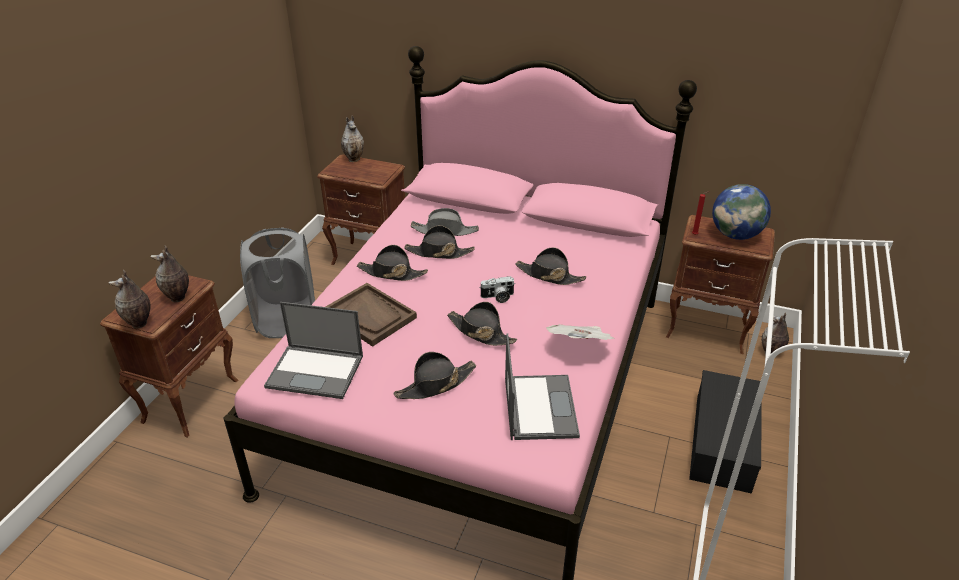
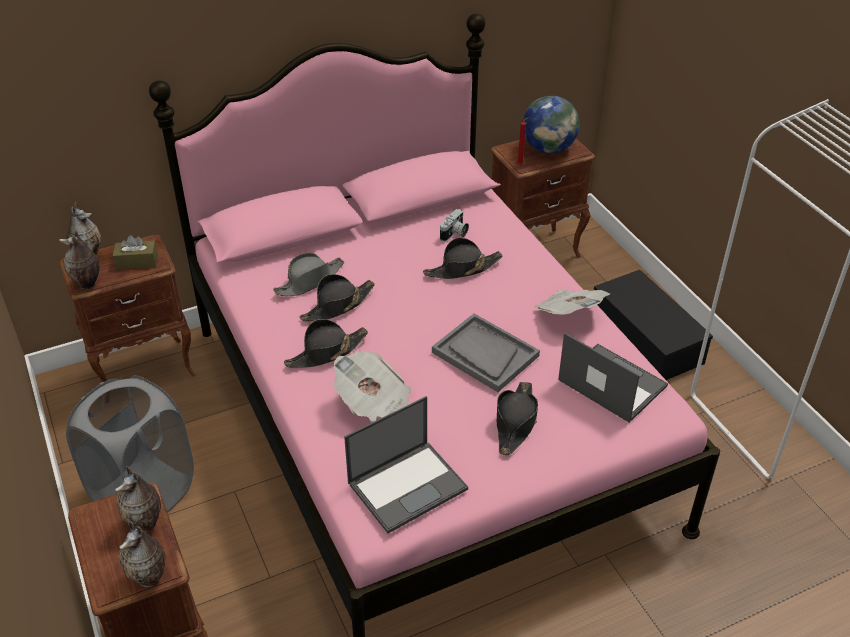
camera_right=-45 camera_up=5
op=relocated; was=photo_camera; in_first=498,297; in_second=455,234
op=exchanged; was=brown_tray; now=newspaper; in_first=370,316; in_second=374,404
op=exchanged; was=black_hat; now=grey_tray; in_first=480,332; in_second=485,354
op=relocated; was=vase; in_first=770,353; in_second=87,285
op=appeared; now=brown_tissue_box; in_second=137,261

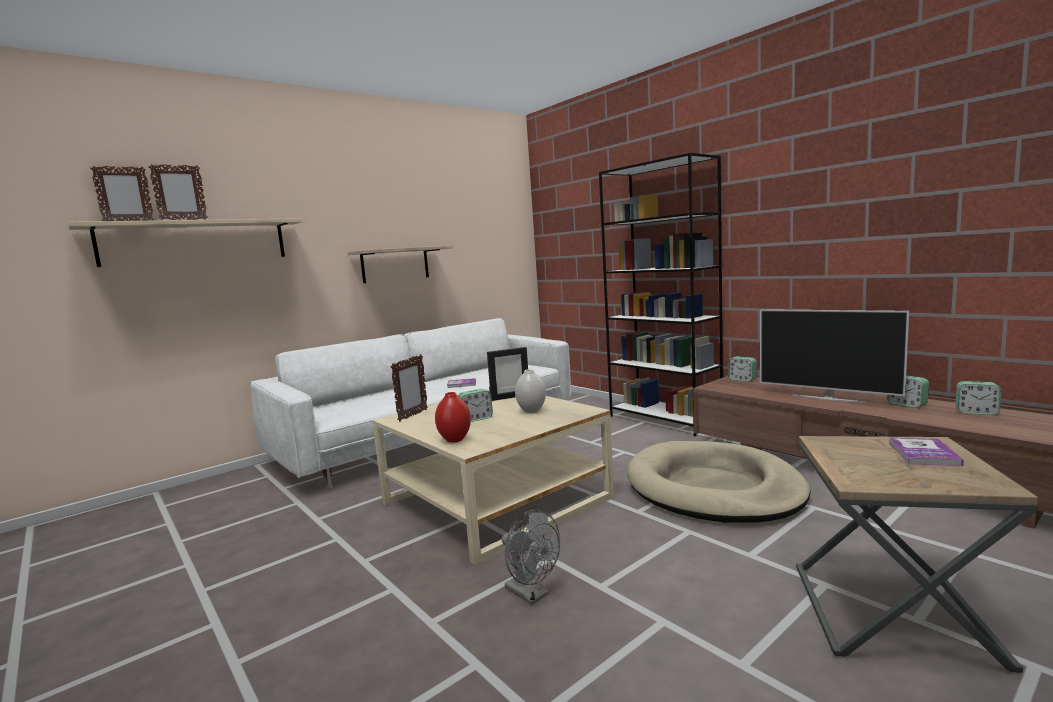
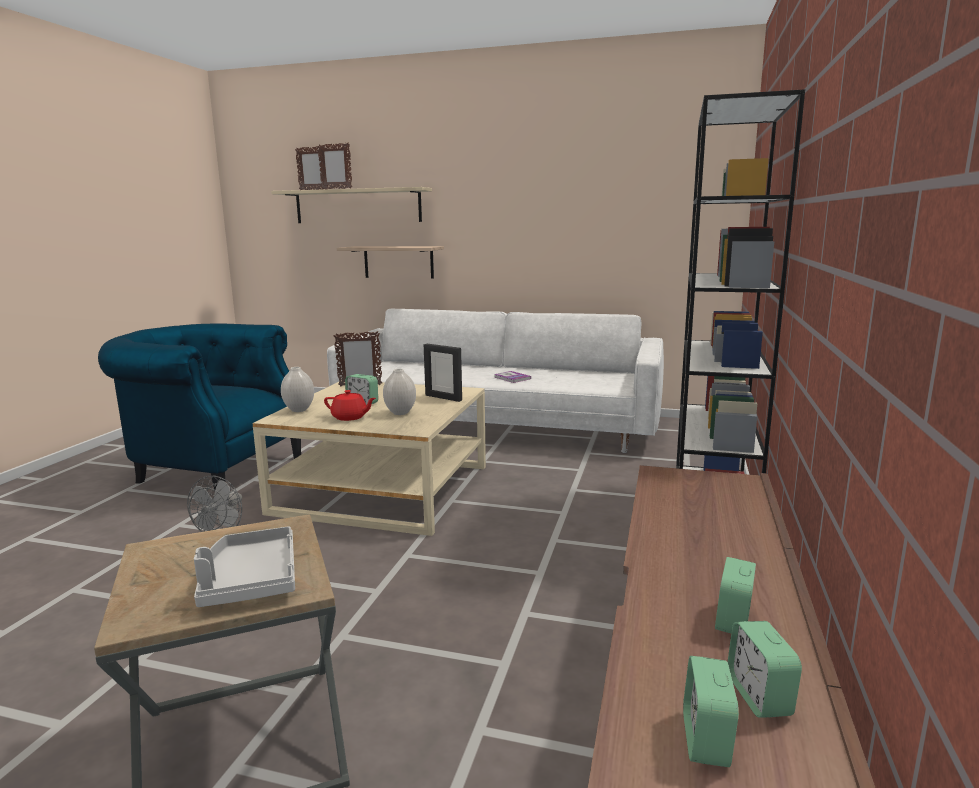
camera_right=55 camera_up=5
op=relocated; was=shelf; in_first=395,264; in_second=398,262
op=missing; was=television; in_first=828,398
op=relocated; was=alarm_clock; in_first=742,379; in_second=706,740
op=colour; was=red_vase; now=white_vase; in_first=454,440; in_second=299,410
op=exchanged; was=book; now=grey_tray; in_first=923,453; in_second=250,580
op=missing; was=beige_dog_bed; in_first=713,488
op=appeared; now=blue_armchair; in_second=211,472
op=appeared; now=red_teapot; in_second=350,417

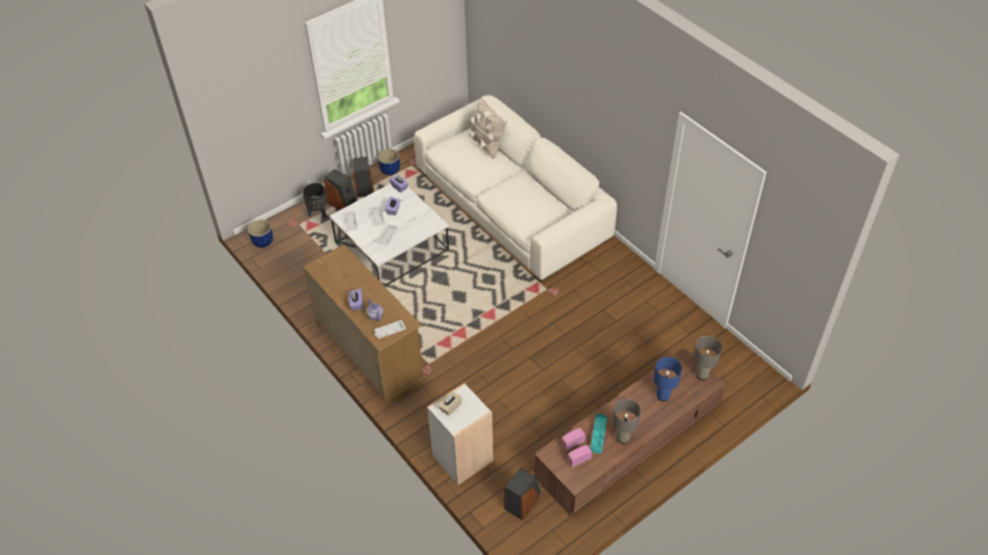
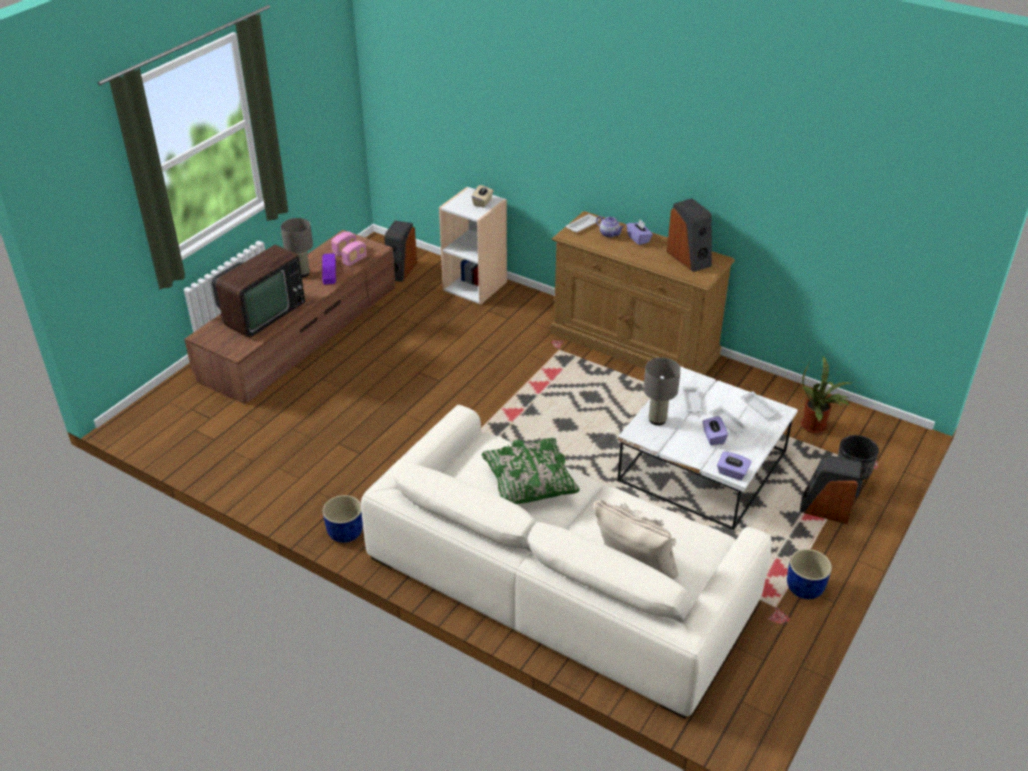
camera_right=160 camera_up=-10
op=relocated; was=speaker; in_first=364,187; in_second=689,258
op=relocated; was=blue_planter; in_first=263,241; in_second=344,532
op=relocated; was=grey_table_lamp; in_first=702,375; in_second=657,419
op=exchanged; was=blue_table_lamp; now=television; in_first=663,396; in_second=261,313
op=colour; was=turquoise_tray; now=purple_tray; in_first=598,434; in_second=329,271
op=appeared; now=potted_plant; in_second=816,426
op=appeared; now=green_pillow; in_second=529,484

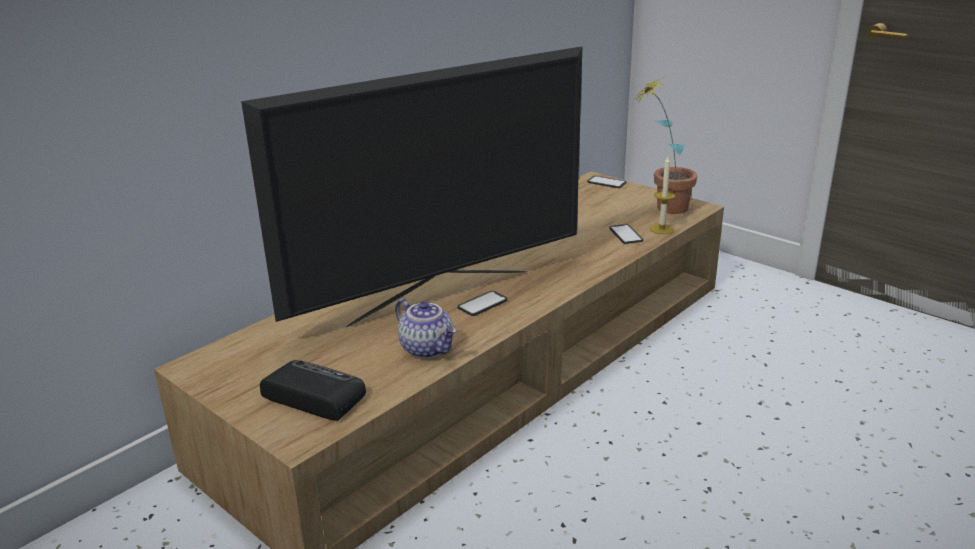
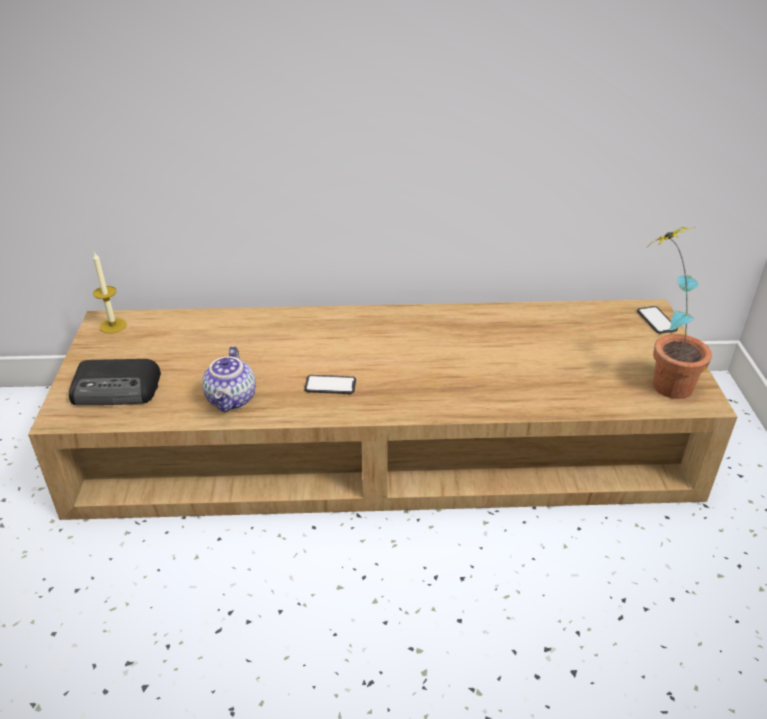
camera_right=45 camera_up=10
op=missing; was=television; in_first=440,296
op=relocated; was=candle; in_first=661,229; in_second=113,326
op=missing; was=phone; in_first=626,235
op=spun; was=radio; in_first=313,395; in_second=117,389; clockwise=105

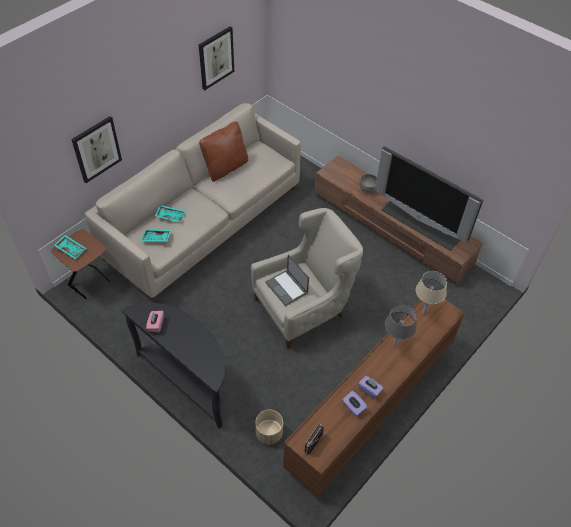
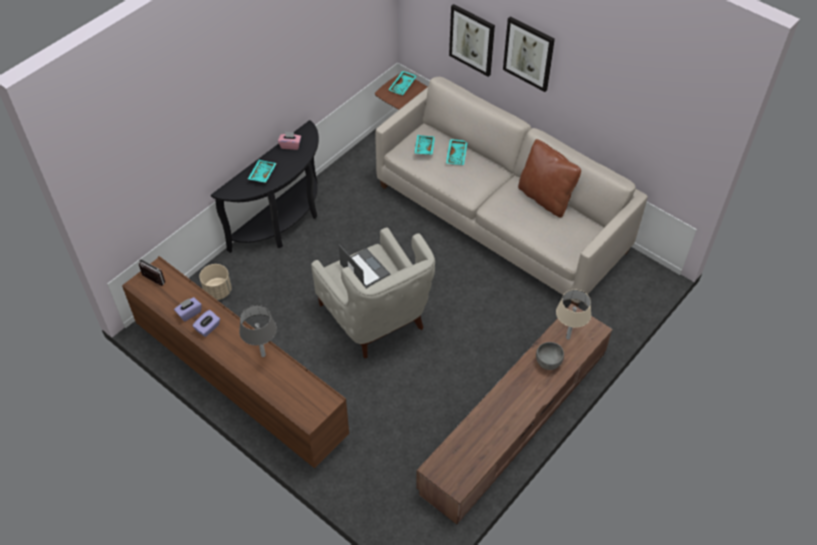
camera_right=90 camera_up=0
op=relocated; was=picture; in_first=216,58; in_second=529,53
op=missing; was=television; in_first=422,222
op=spun; was=laptop; in_first=287,288; in_second=364,269; clockwise=90
op=relocated; was=beige_table_lamp; in_first=424,312; in_second=568,337
op=appeared; now=turquoise_tray; in_second=262,174

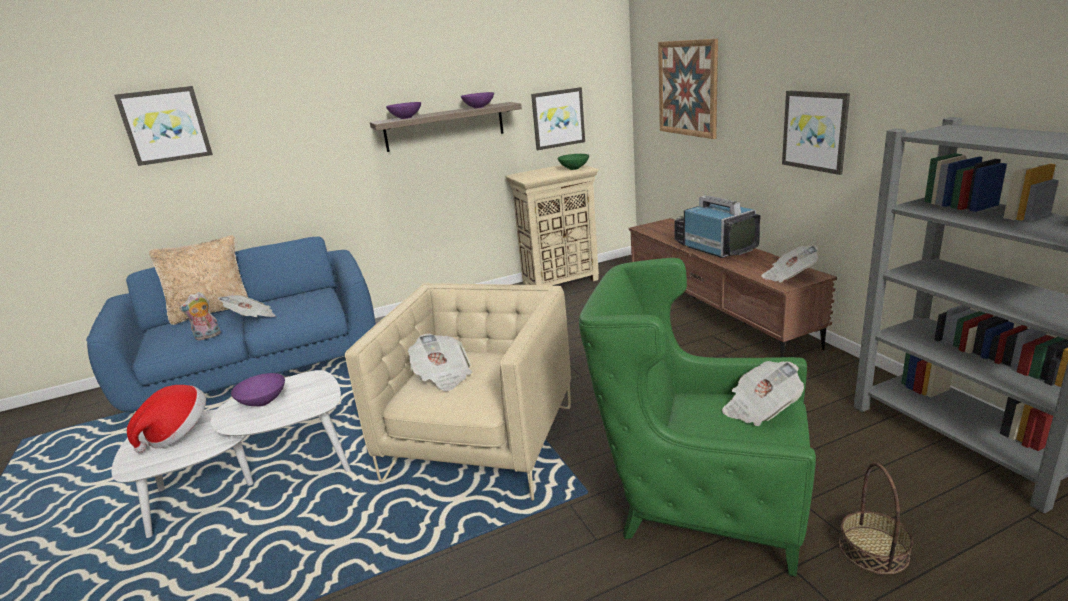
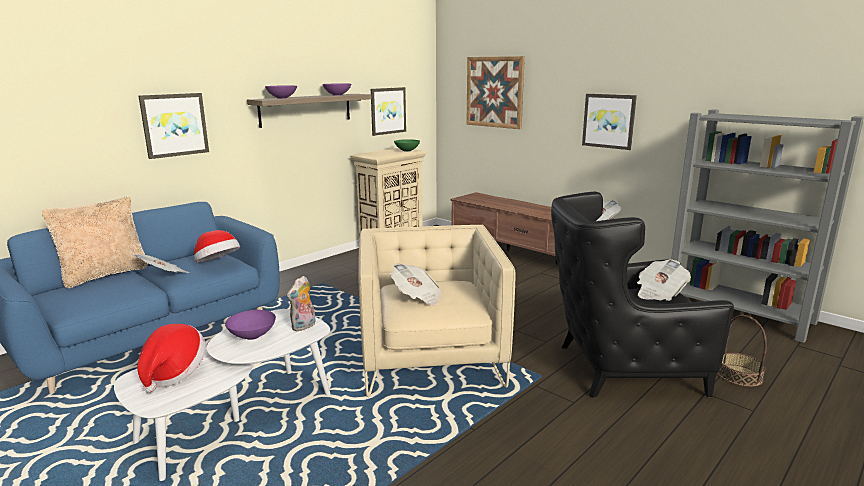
camera_right=-25 camera_up=-5
op=relocated; was=picture; in_first=165,125; in_second=174,125
op=missing; was=television; in_first=714,248
op=colour; was=green_armchair; now=black_armchair; in_first=700,502; in_second=621,368
op=relocated; was=plush_toy; in_first=207,337; in_second=304,327
op=appeared; now=hat; in_second=217,264

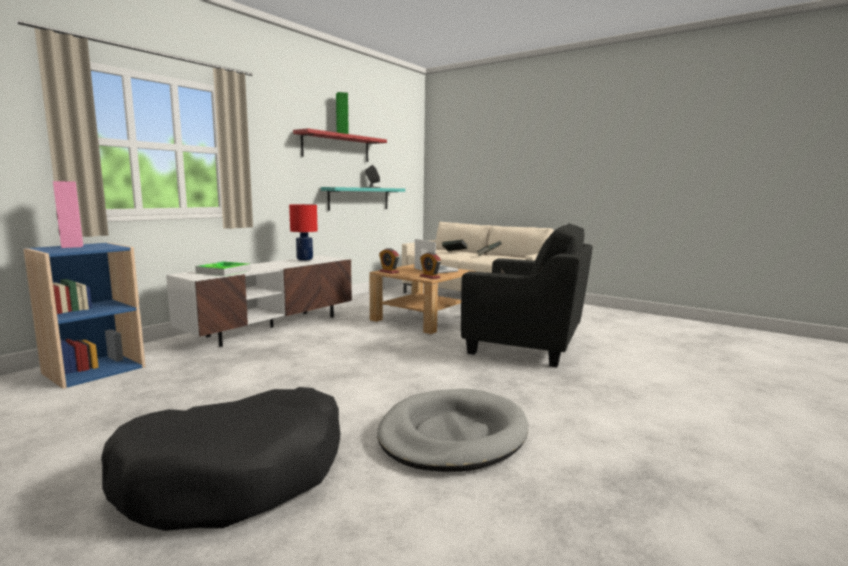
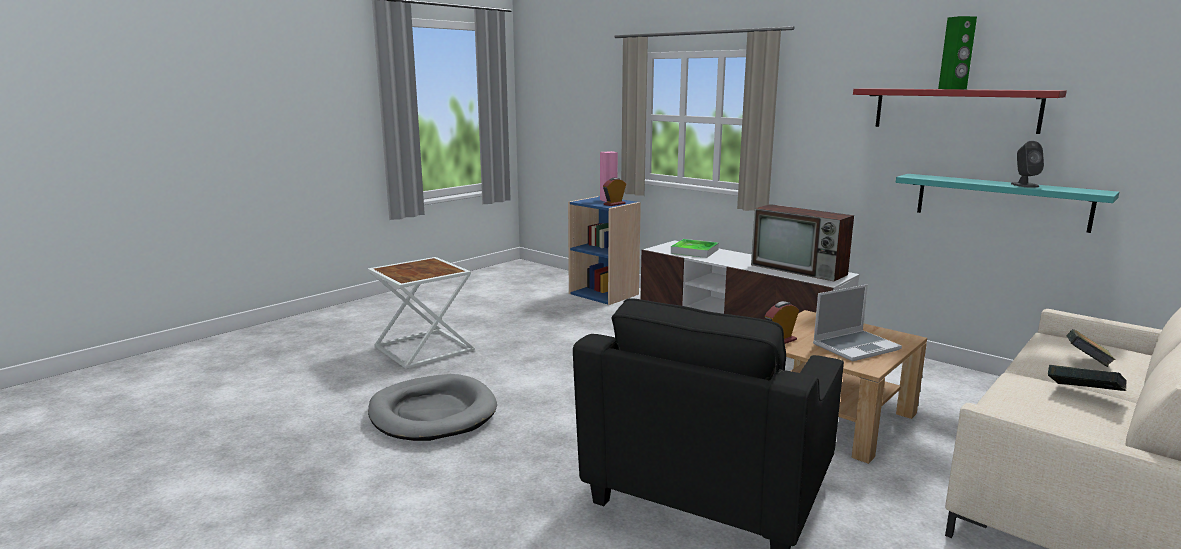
camera_right=95 camera_up=5
op=exchanged; was=red_table_lamp; now=television; in_first=305,260; in_second=800,270
op=relocated; was=alarm_clock; in_first=389,272; in_second=614,204
op=exchanged; was=black_dog_bed; now=white_side_table; in_first=236,475; in_second=422,349

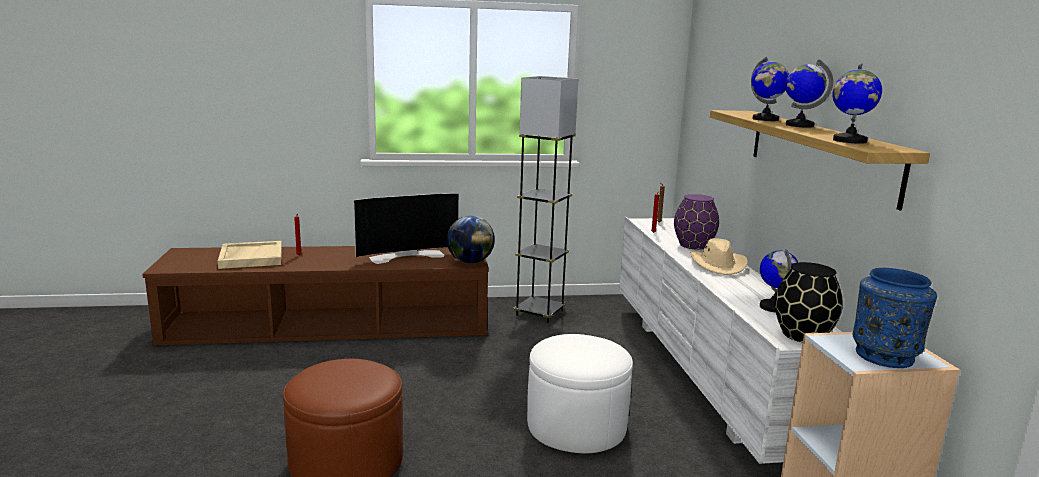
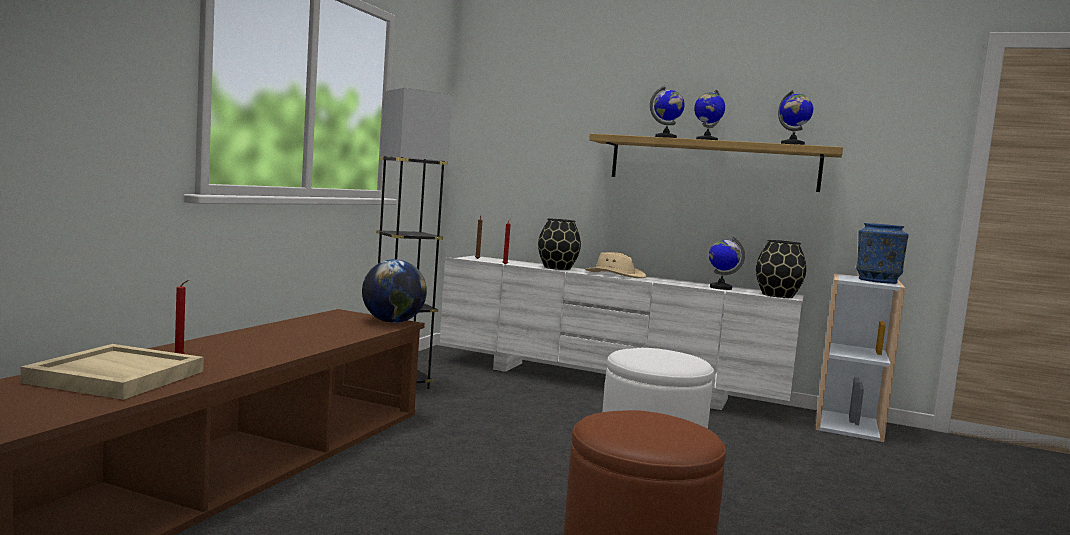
camera_right=-60 camera_up=-10
op=missing; was=television; in_first=407,255
op=colour; was=purple_vase; now=black_vase; in_first=693,245; in_second=557,268

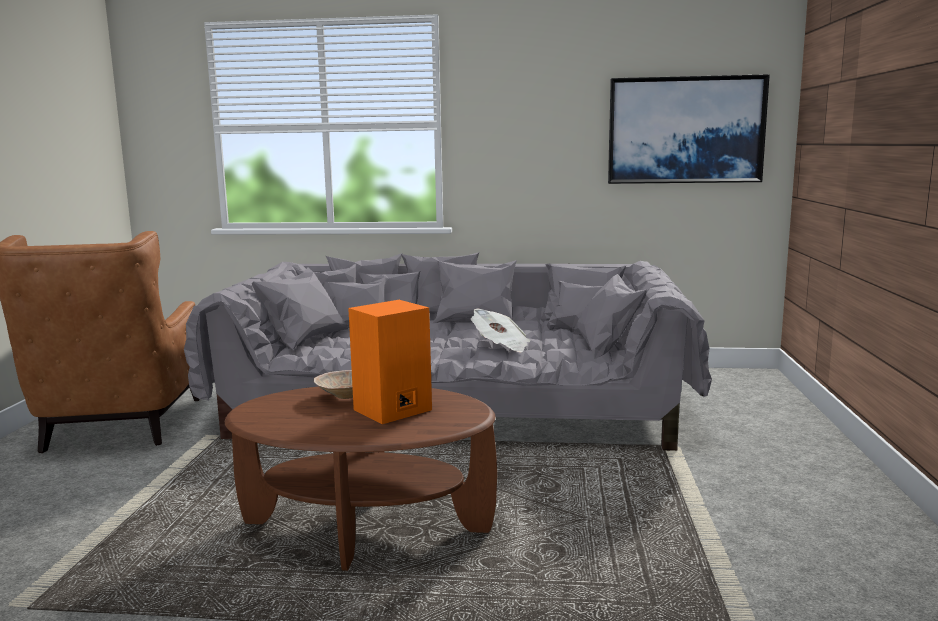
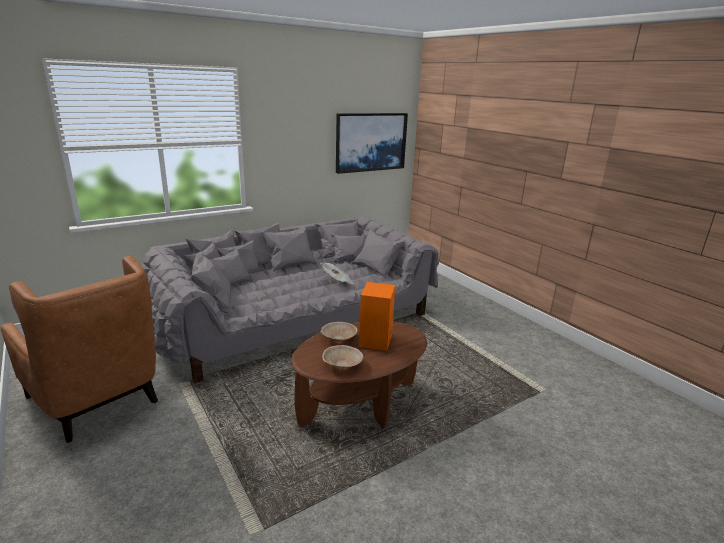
camera_right=-40 camera_up=10
op=appeared; now=beige_bowl; in_second=343,365

